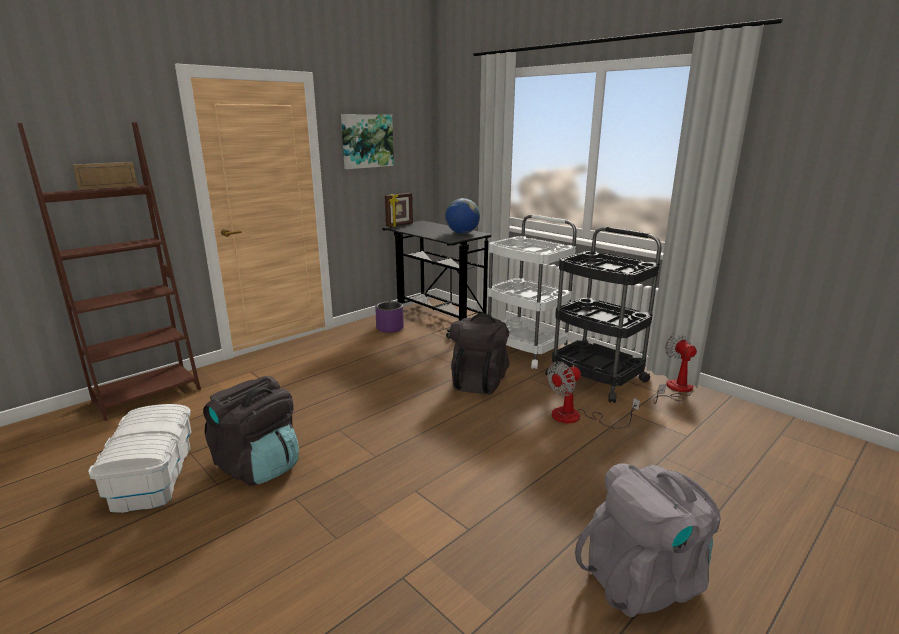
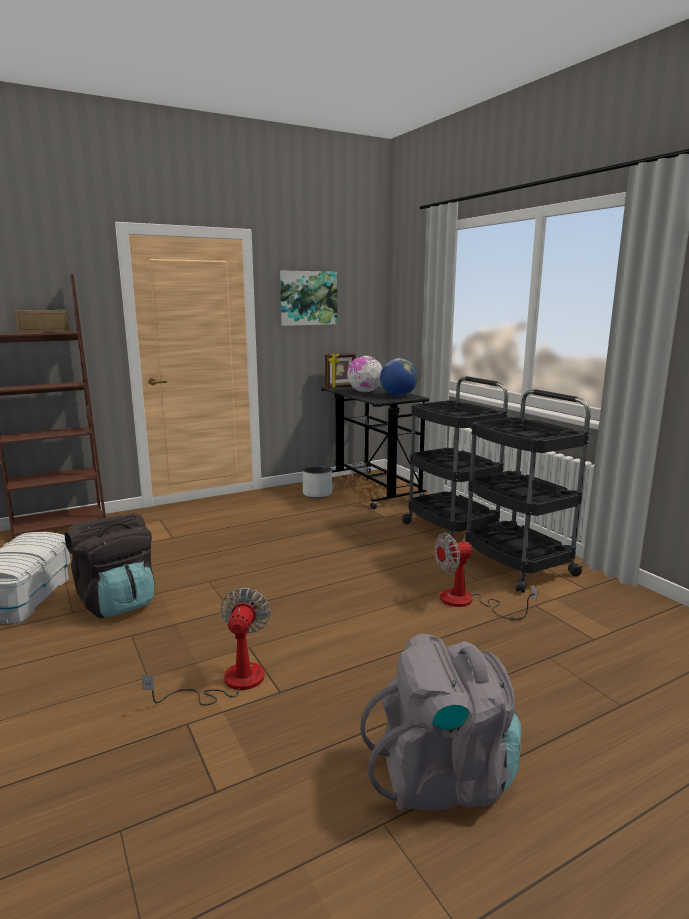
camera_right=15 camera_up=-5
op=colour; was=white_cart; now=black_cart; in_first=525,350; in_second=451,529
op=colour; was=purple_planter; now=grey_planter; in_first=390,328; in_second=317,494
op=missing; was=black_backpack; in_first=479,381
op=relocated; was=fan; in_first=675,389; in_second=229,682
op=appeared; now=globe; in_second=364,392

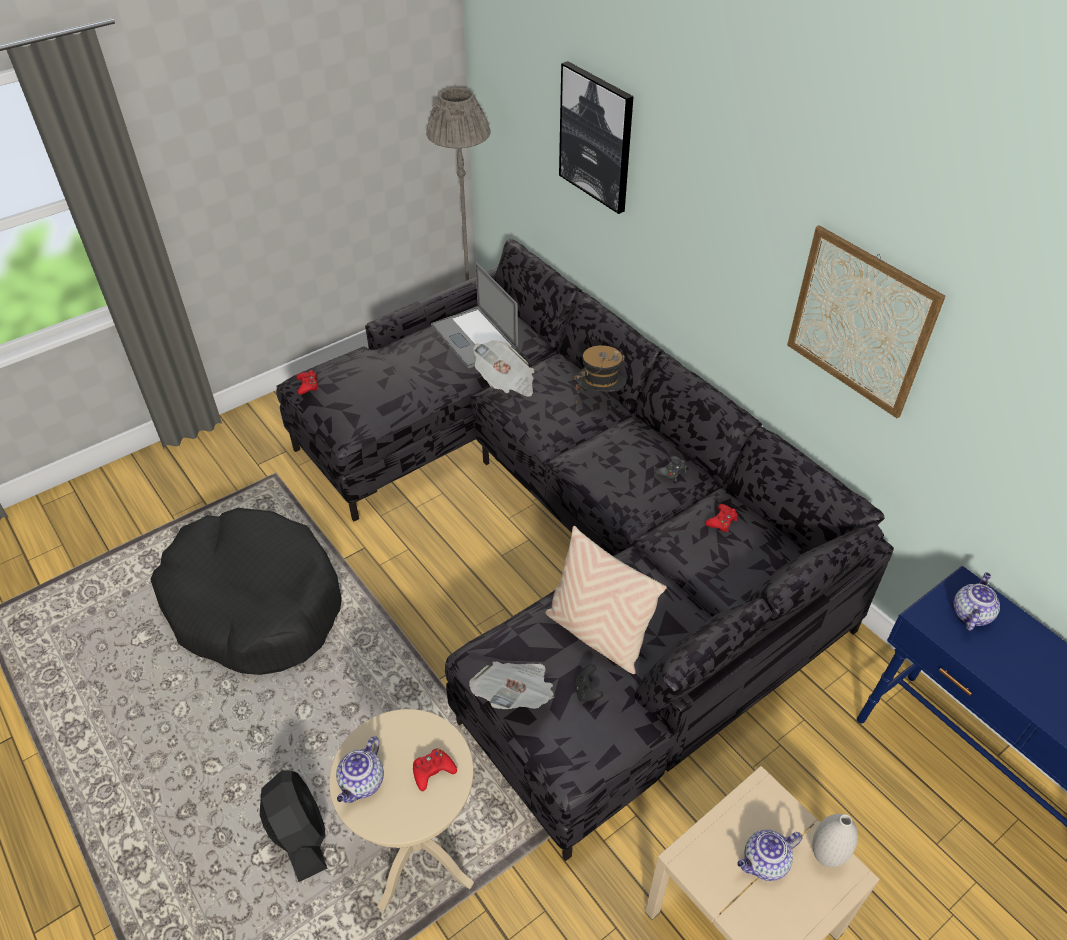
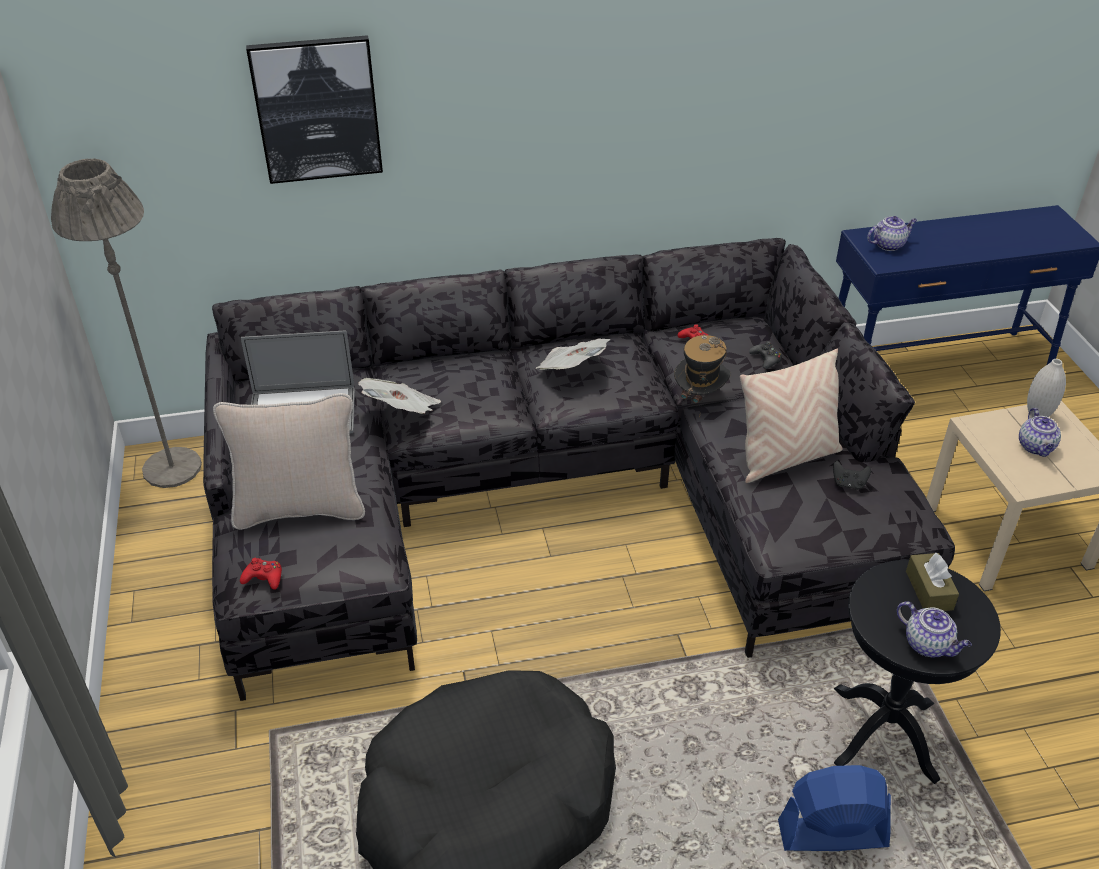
camera_right=-65 camera_up=-5
op=missing; was=picture; in_first=861,320
op=relocated; was=hat; in_first=599,398; in_second=699,399
op=relocated; was=black_game_controller; in_first=671,472; in_second=766,359
op=spun; was=teapot; in_first=970,613; in_second=889,245; clockwise=105
op=relocated; was=newspaper; in_first=515,695; in_second=571,369
op=colour; was=beige_side_table; now=black_side_table; in_first=418,853; in_second=884,734
op=exchanged; was=red_game_controller; now=brown_tissue_box; in_first=433,771; in_second=929,590
op=colour; was=black_fan; now=blue_fan; in_first=299,835; in_second=832,834
op=appeared; now=beige_pillow; in_second=300,509

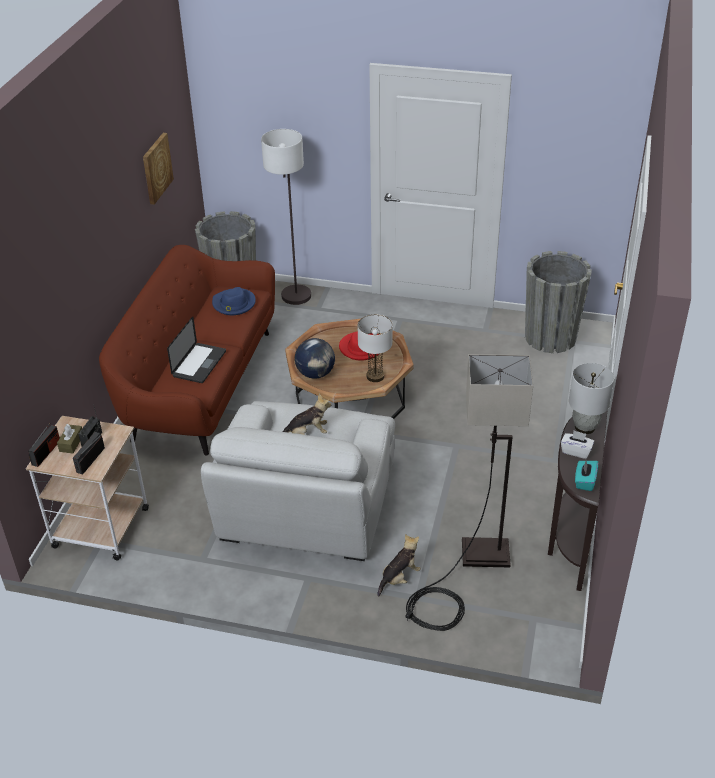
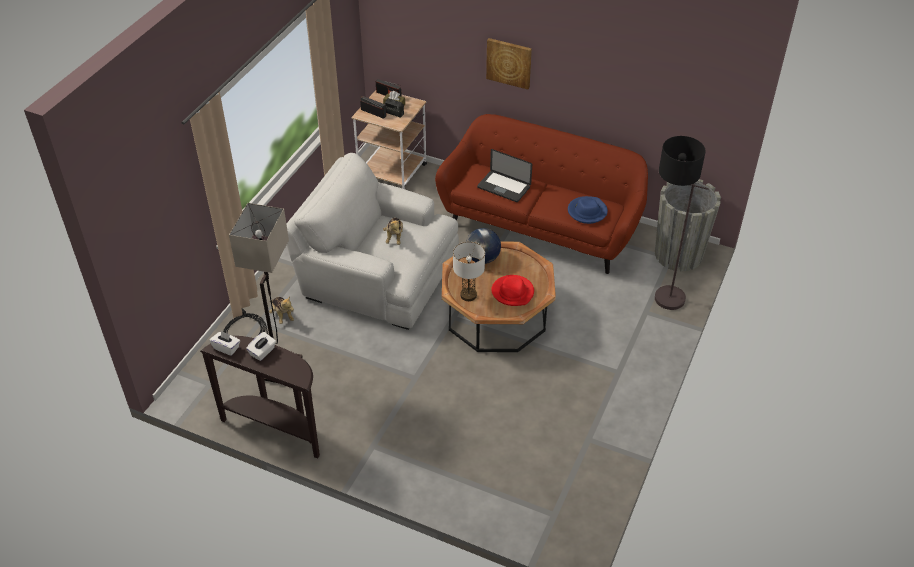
camera_right=100 camera_up=5
op=colour; was=white_floor_lamp; now=black_floor_lamp; in_first=294,301; in_second=660,296
op=relocated; was=picture; in_first=156,168; in_second=509,62
op=missing; was=grey_planter; in_first=550,337
op=missing; was=white_table_lamp; in_first=585,427
op=colour; was=turquoise_tissue_box; now=white_tissue_box; in_first=584,481; in_second=226,348

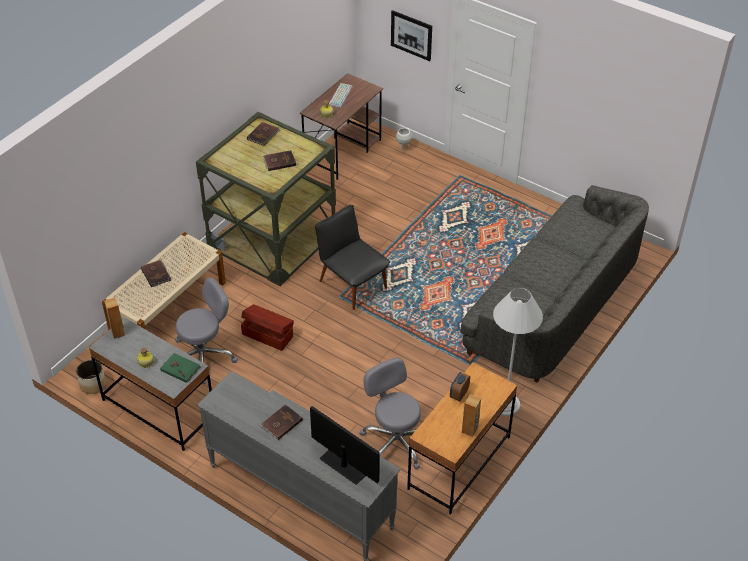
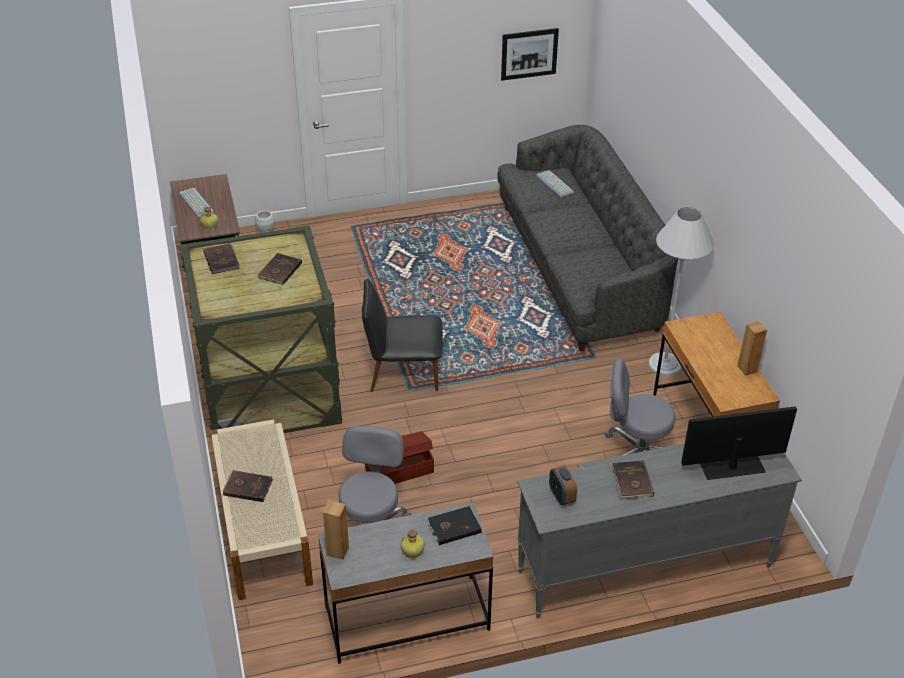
camera_right=-50 camera_up=-5
op=relocated; was=picture; in_first=411,35; in_second=529,54
op=colour; was=green_book; now=black_book; in_first=180,368; in_second=453,526
op=missing; was=planter; in_first=93,384
op=relocated; was=alarm_clock; in_first=459,394; in_second=561,496
op=appeared; now=keyboard; in_second=555,184

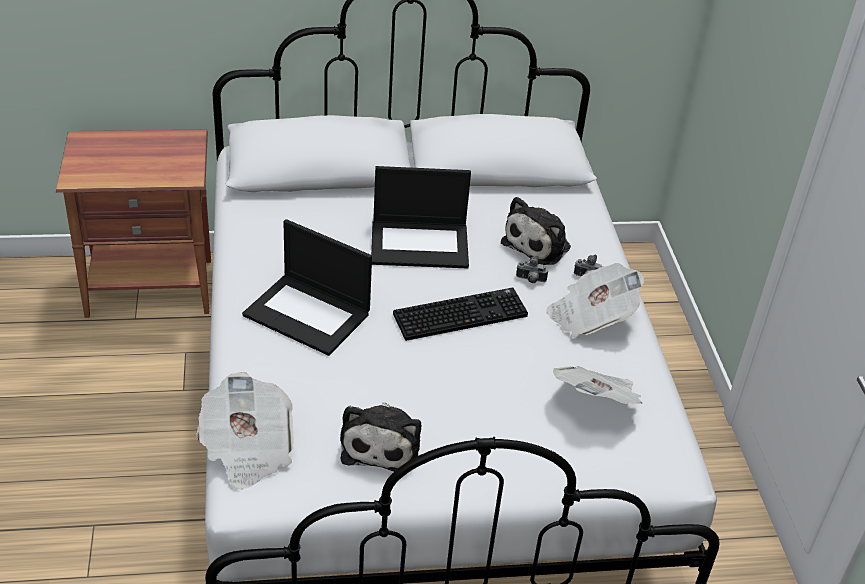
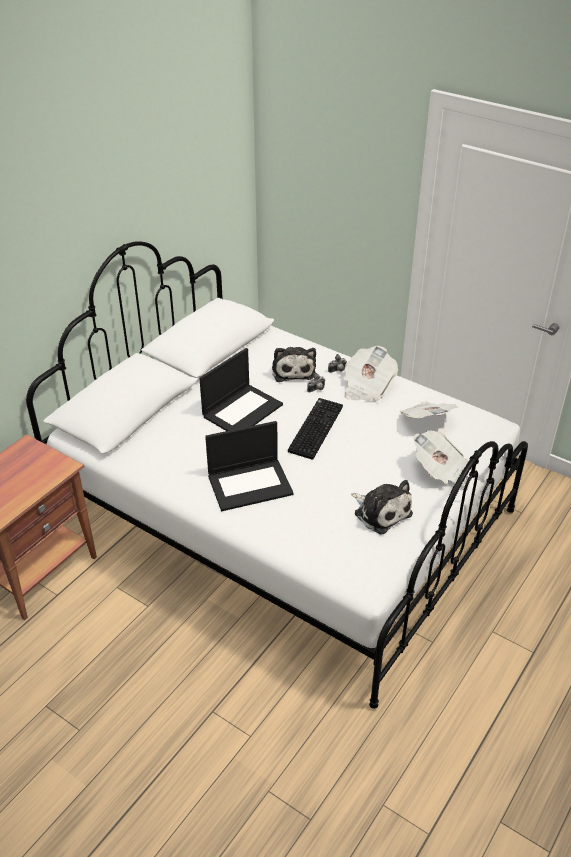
camera_right=-45 camera_up=0
op=relocated; was=newspaper; in_first=247,449; in_second=441,472

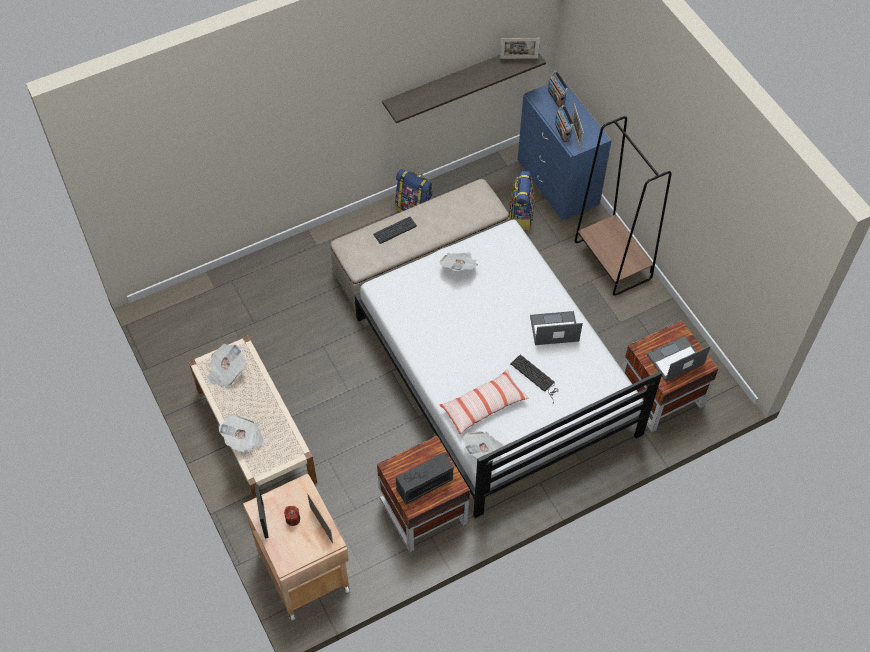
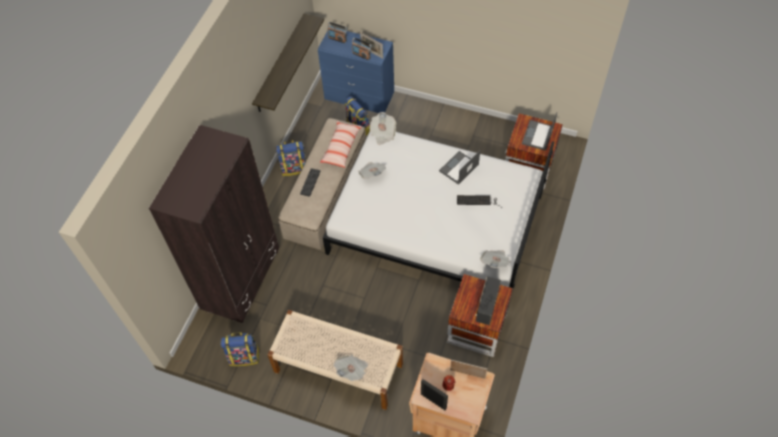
camera_right=-40 camera_up=0
op=missing; was=picture_frame; in_first=518,58
op=missing; was=clothes_rack; in_first=612,261
op=relocated; was=newspaper; in_first=226,372; in_second=383,133
op=relocated; was=pillow; in_first=483,406; in_second=341,147
op=appeared; now=brown_wardrobe; in_second=242,280
op=appeared; now=backpack; in_second=244,356

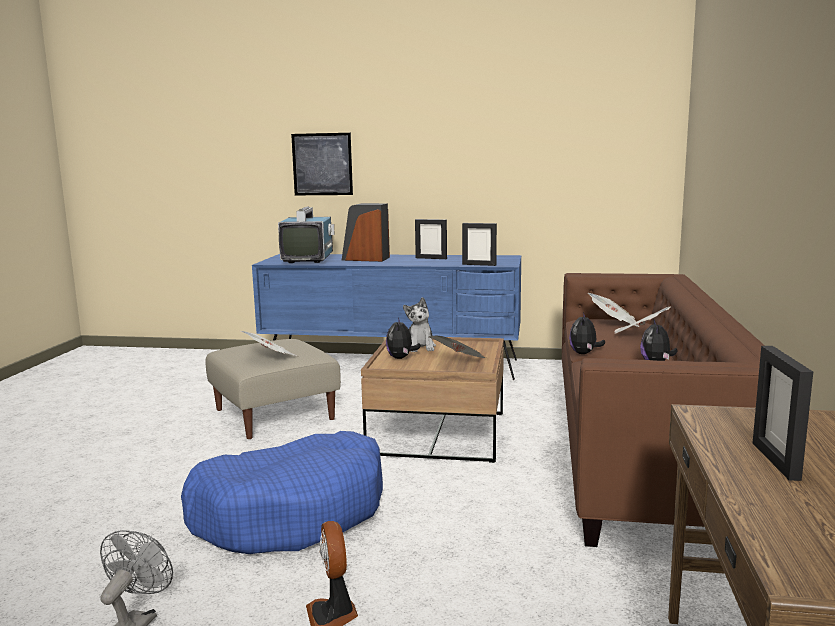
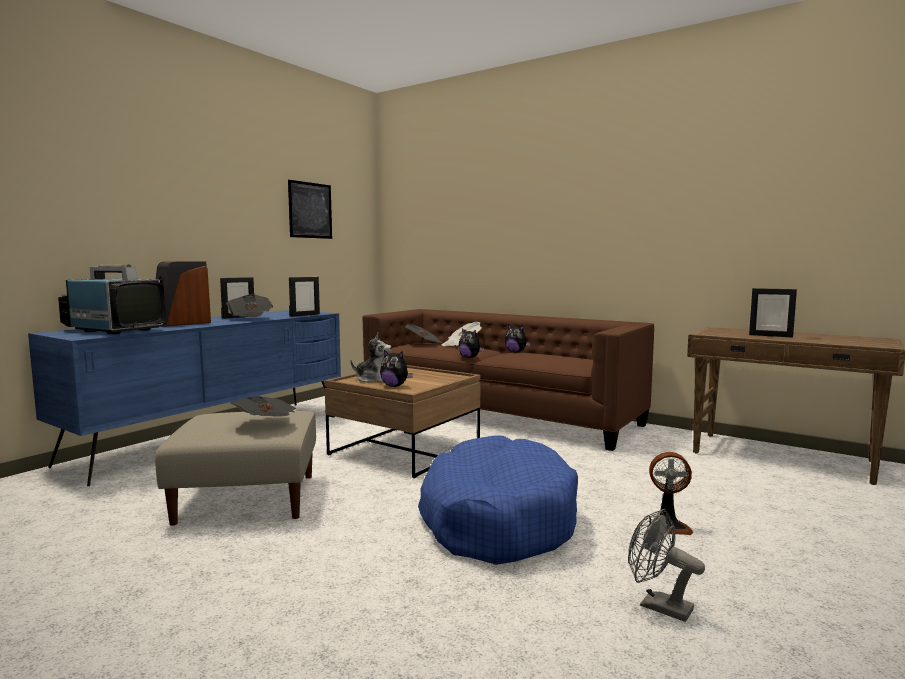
camera_right=-65 camera_up=-5
op=relocated; was=picture; in_first=322,164; in_second=310,210
op=relocated; was=newspaper; in_first=459,362; in_second=250,319

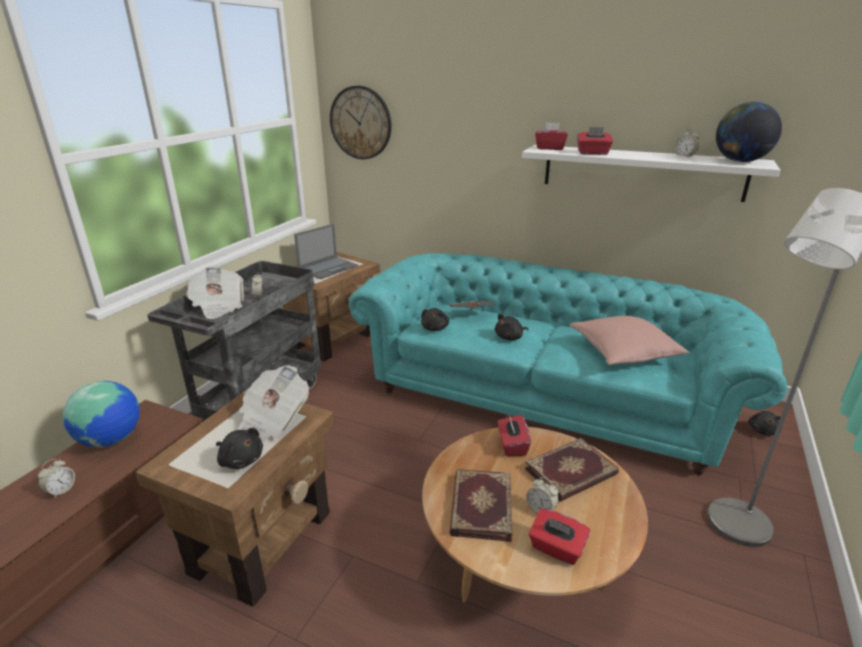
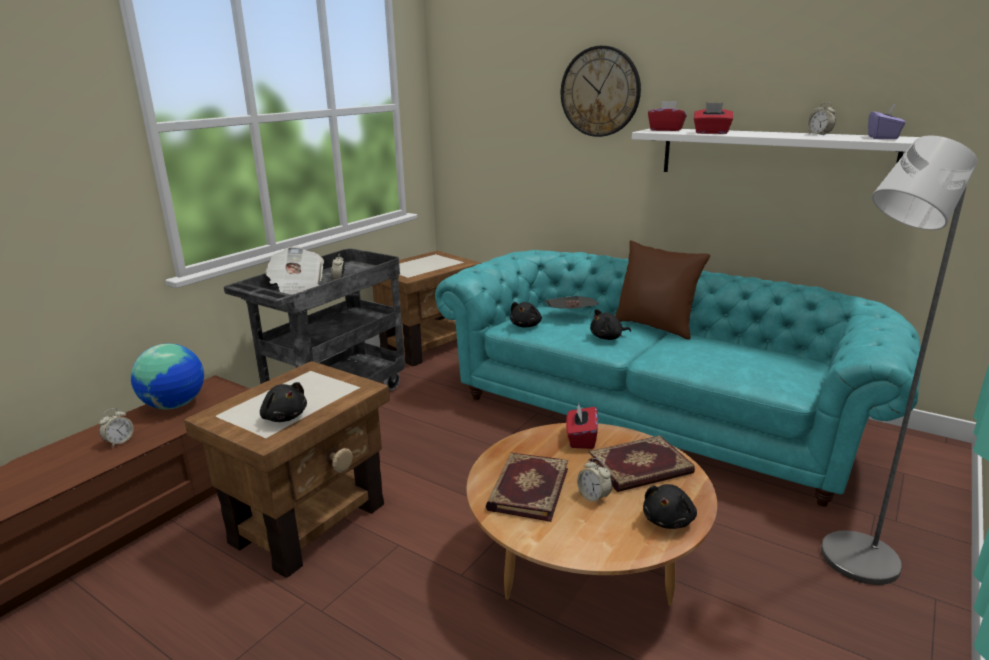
camera_right=10 camera_up=-5
op=relocated; was=wall_clock; in_first=361,123; in_second=600,92
op=exchanged; was=globe; now=purple_tissue_box; in_first=740,161; in_second=883,138
op=missing; was=laptop; in_first=328,268
op=missing; was=pink_pillow; in_first=623,352
op=missing; was=newspaper; in_first=272,420
op=relocated; was=black_plush_toy; in_first=762,430; in_second=669,520
op=missing; was=red_tissue_box; in_first=556,548
op=appeared; now=brown_pillow; in_second=655,326

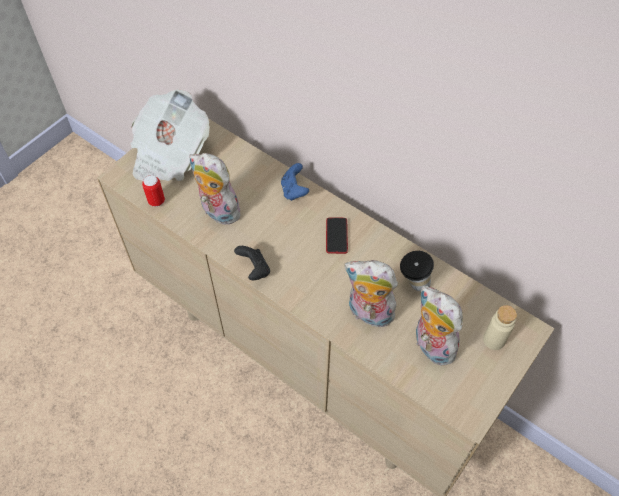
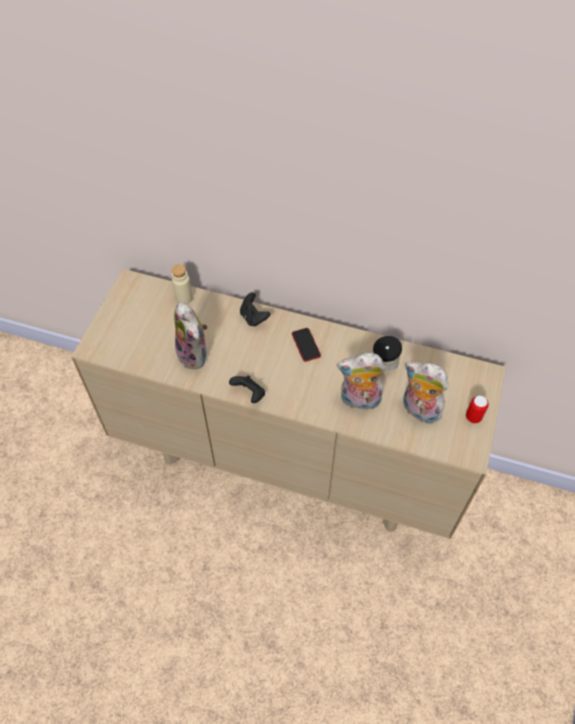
camera_right=-20 camera_up=0
op=missing; was=newspaper; in_first=169,154
op=spun; was=plush_toy; in_first=217,212; in_second=195,355; clockwise=-135
op=colour; was=blue_game_controller; now=black_game_controller; in_first=294,191; in_second=253,317
op=relocated; was=can; in_first=156,201; in_second=473,417
op=relocated; was=beige_bottle; in_first=494,340; in_second=184,298

